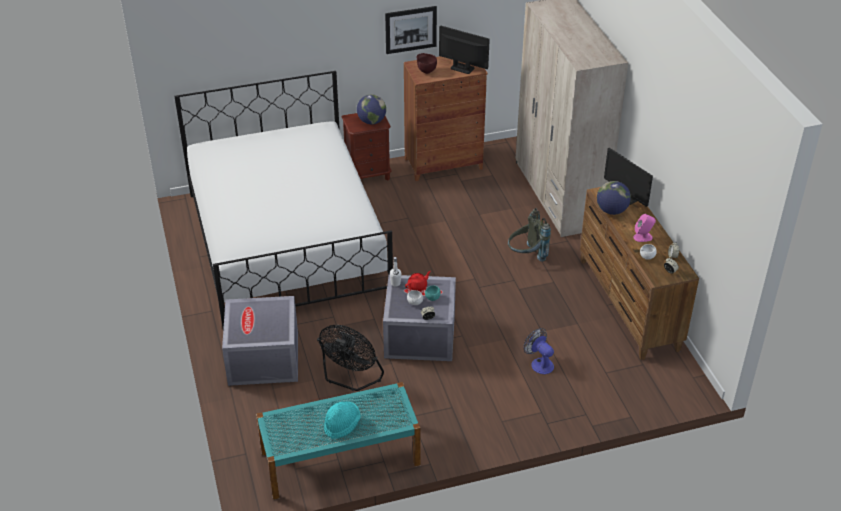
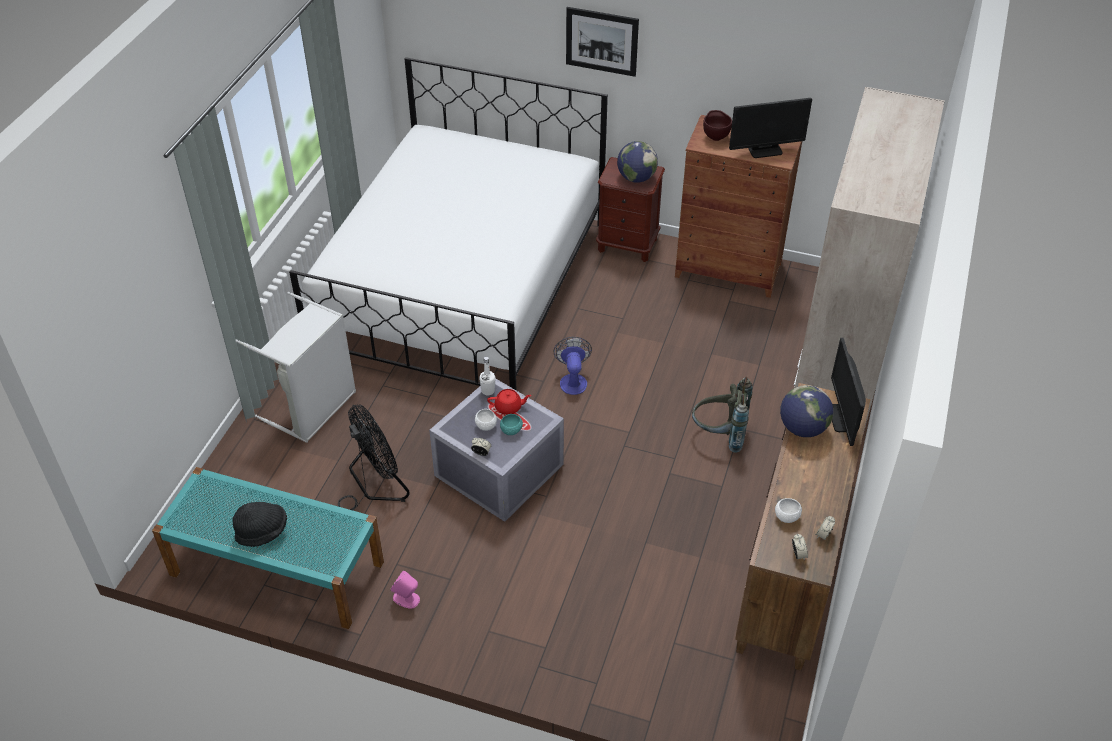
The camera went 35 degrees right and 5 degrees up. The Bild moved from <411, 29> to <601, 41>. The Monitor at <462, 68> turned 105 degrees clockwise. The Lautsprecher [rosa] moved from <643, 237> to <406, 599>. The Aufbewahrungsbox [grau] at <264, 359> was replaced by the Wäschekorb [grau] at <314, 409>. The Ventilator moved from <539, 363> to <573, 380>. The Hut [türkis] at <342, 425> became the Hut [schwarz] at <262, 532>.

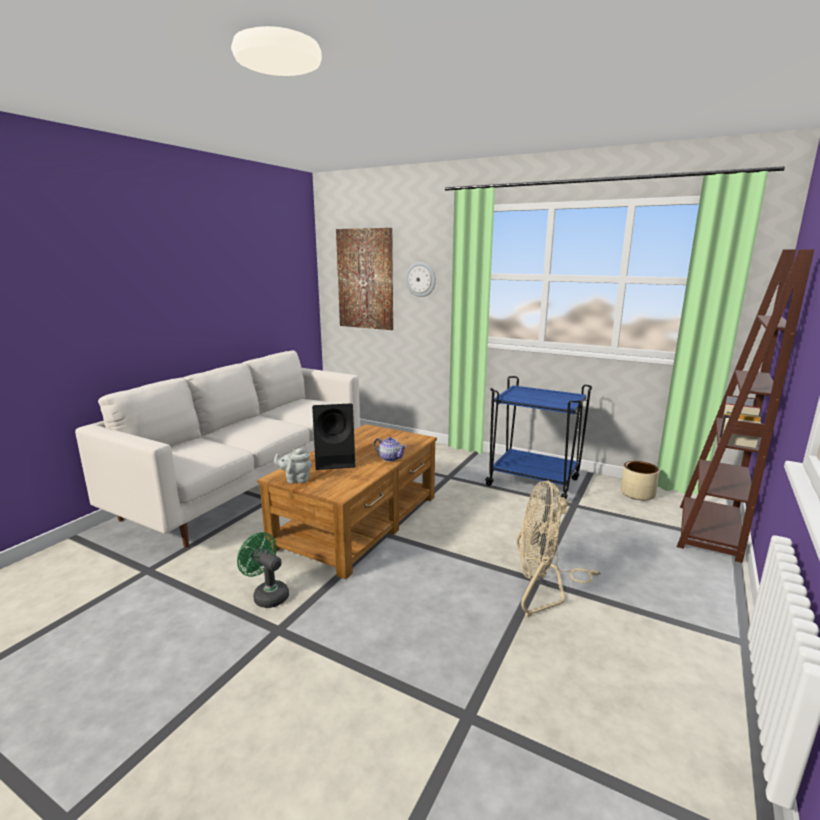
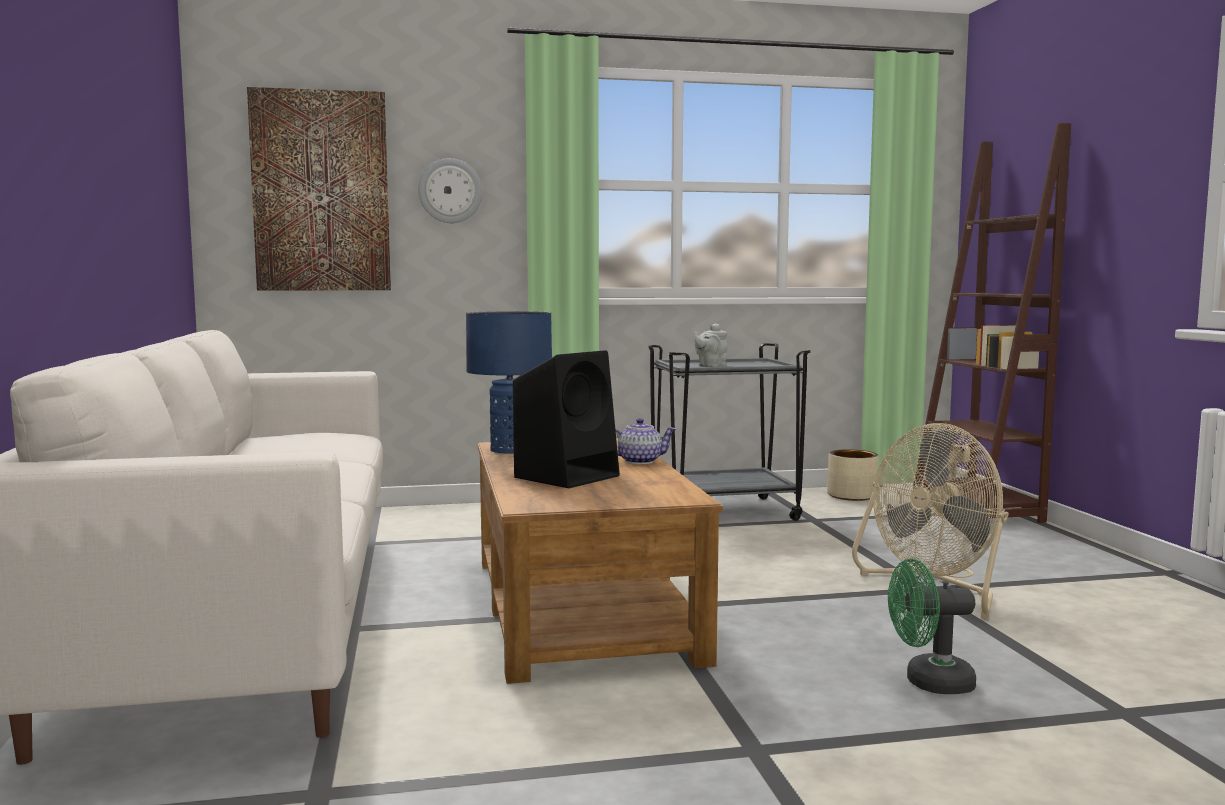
The camera went 40 degrees left and 10 degrees down. The Rollwagen [blau] at <534, 482> became the Rollwagen [grau] at <724, 511>. The Teekanne [grau] moved from <296, 480> to <710, 367>. The Ventilator [grün] moved from <267, 595> to <929, 683>. The Tischlampe [blau] at <510, 449> appeared.

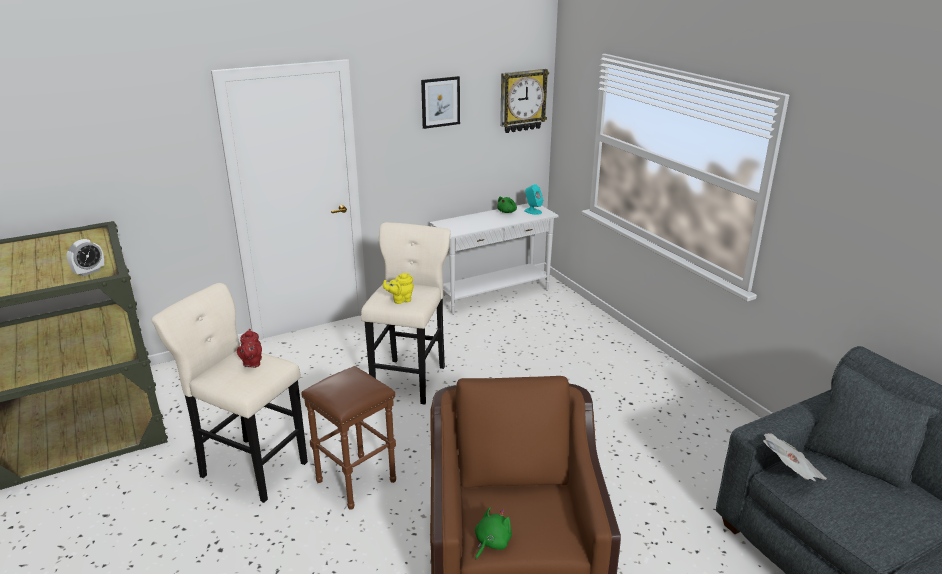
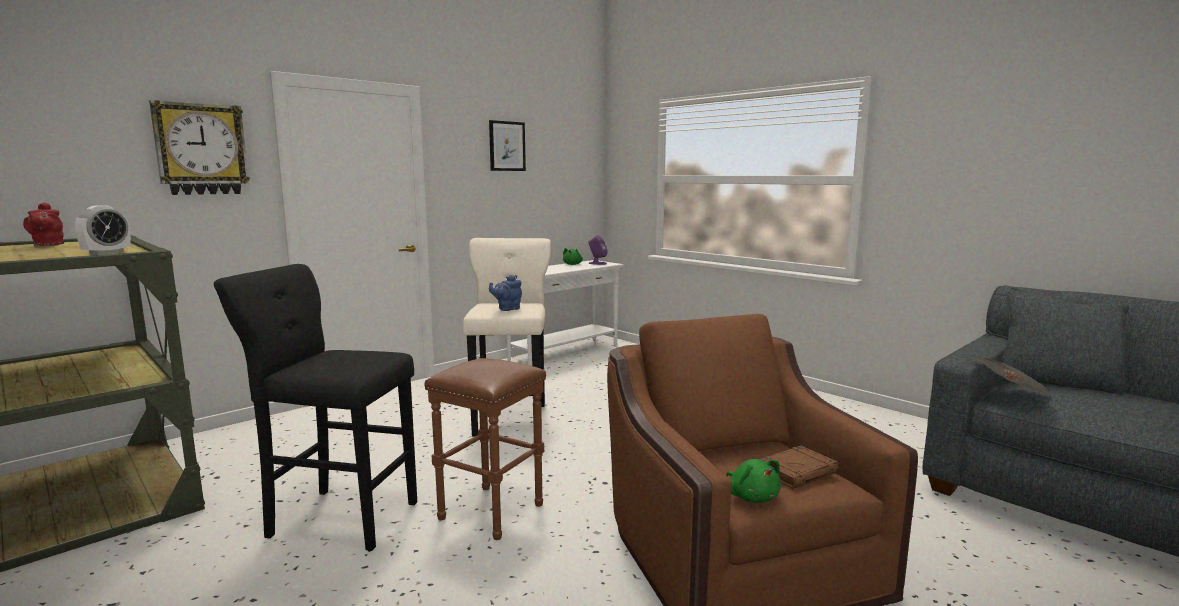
The camera went 15 degrees left and 15 degrees down. The Wanduhr moved from <522, 100> to <201, 149>. The Lautsprecher [türkis] at <532, 211> became the Lautsprecher [lila] at <597, 263>. The Teekanne [gelb] at <400, 300> became the Teekanne [blau] at <507, 309>. The Hocker [beige] at <250, 467> became the Hocker [schwarz] at <338, 518>. The Teekanne [rot] moved from <252, 363> to <48, 245>. The Plüschtier [grün] at <491, 542> turned 135 degrees clockwise. The Buch [braun] at <797, 472> appeared.

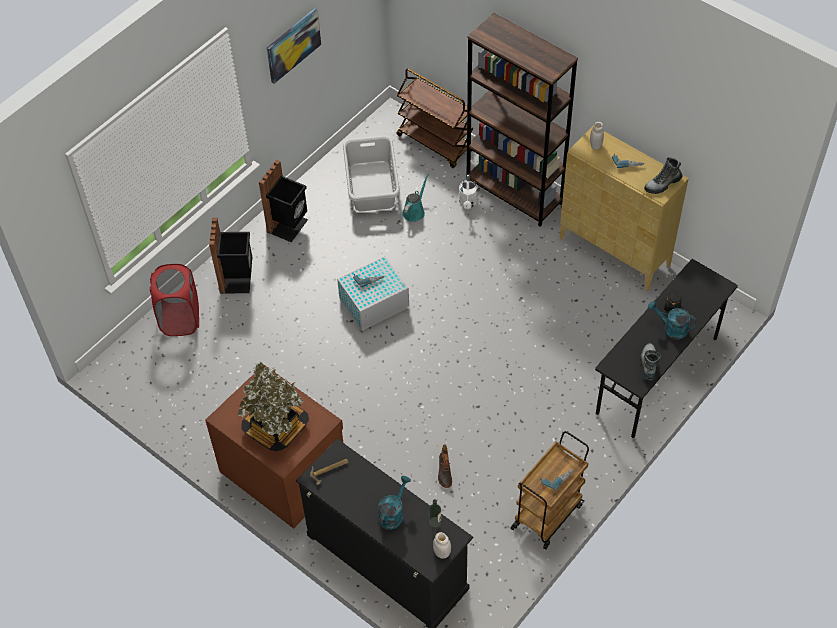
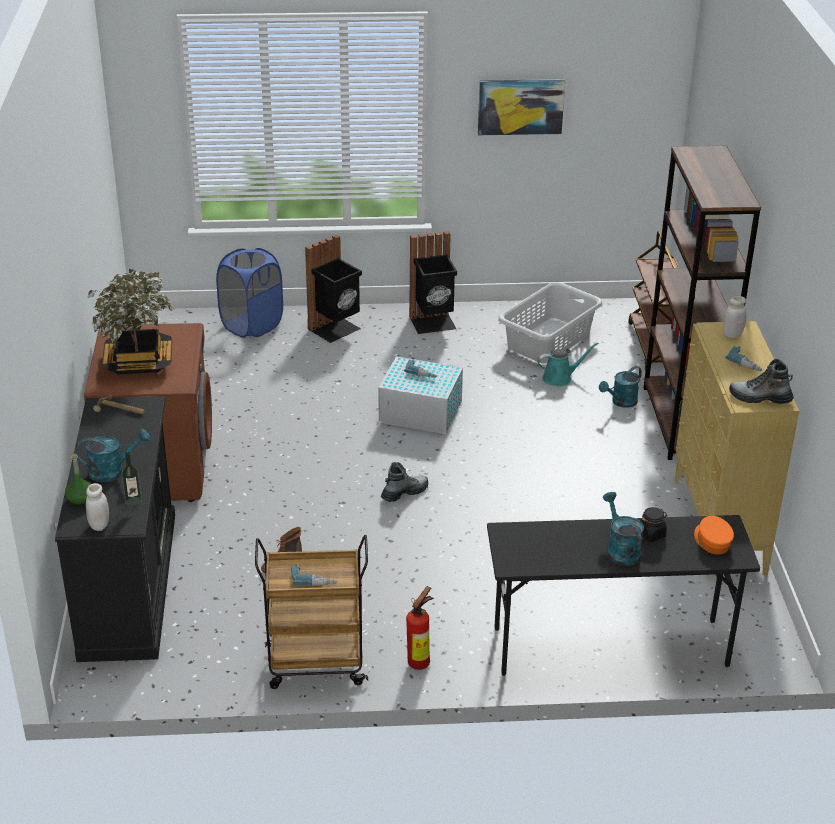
The camera went 45 degrees right and 20 degrees down. The Gießkanne [weiß] at <468, 203> became the Gießkanne [türkis] at <621, 402>. The Wäschekorb [rot] at <180, 319> became the Wäschekorb [blau] at <252, 325>. The Stiefel moved from <648, 364> to <404, 493>. The Flasche [grün] at <81, 499> appeared. The Kappe [orange] at <712, 541> appeared. The Feuerlöscher at <421, 661> appeared.

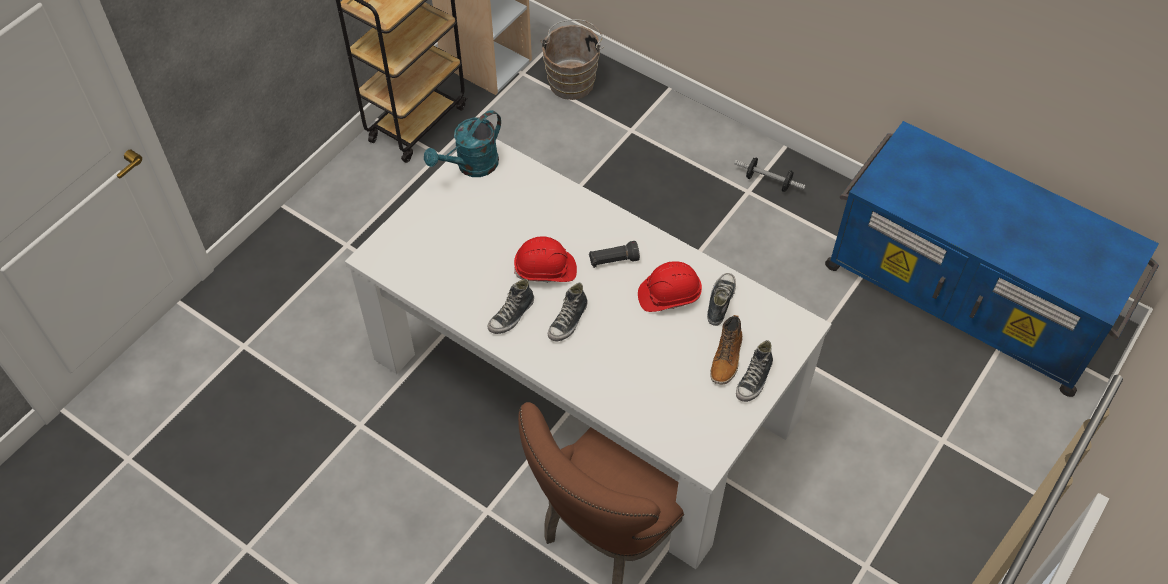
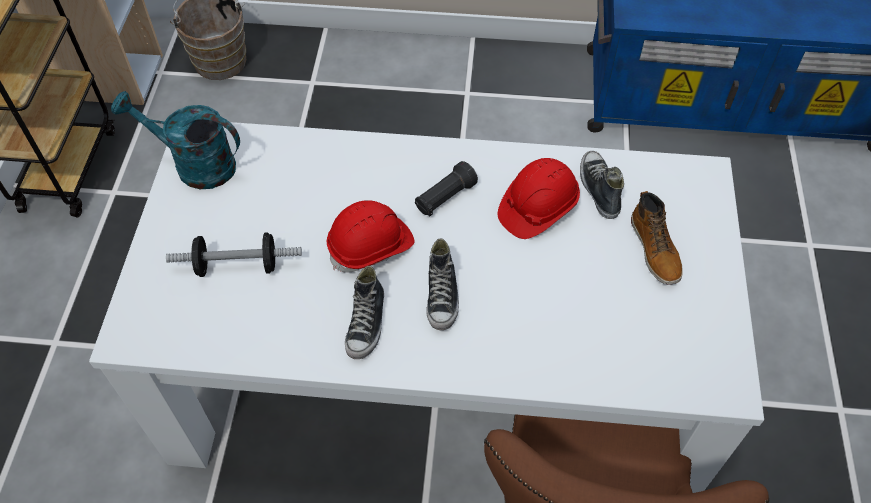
The camera went 30 degrees left and 0 degrees up. The Gießkanne [türkis] at <471, 166> turned 90 degrees clockwise. The Hantel moved from <768, 181> to <238, 266>. The Schuh at <754, 380> disappeared.

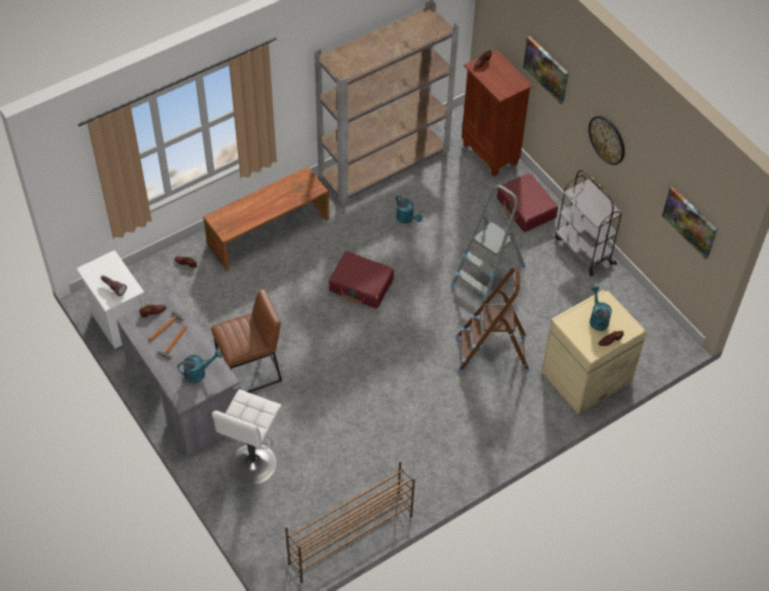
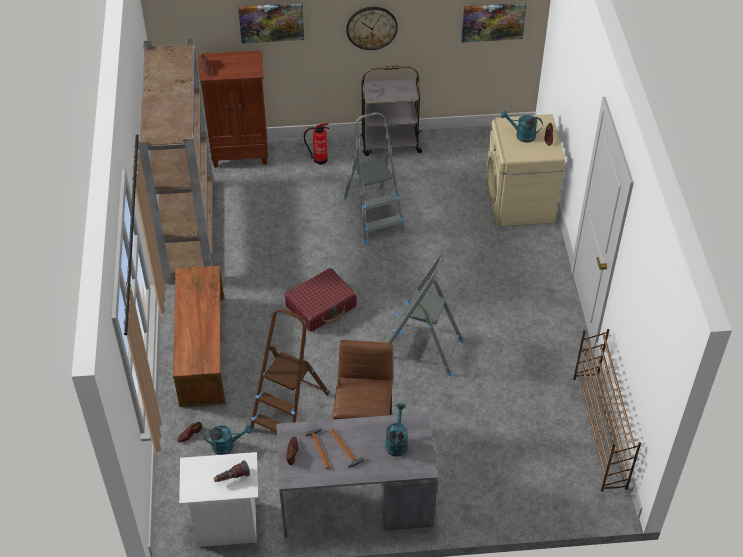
The camera went 60 degrees left and 5 degrees down. The Koffer [rot] at <526, 208> was replaced by the Feuerlöscher at <319, 159>. The Gießkanne [türkis] moved from <407, 219> to <227, 445>. The Trittleiter [braun] moved from <491, 353> to <289, 413>. The Hocker [weiß] at <252, 464> disappeared. The Trittleiter [grau] at <420, 348> appeared.

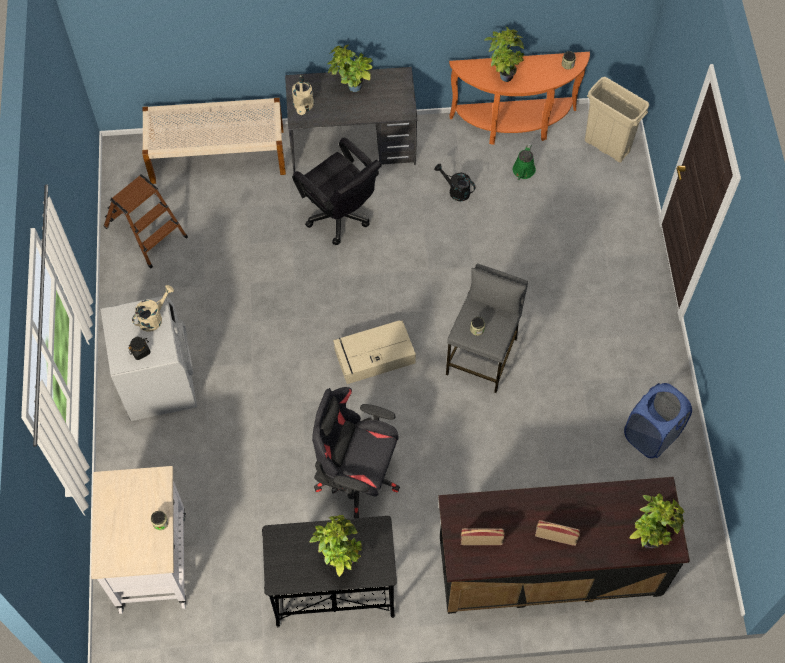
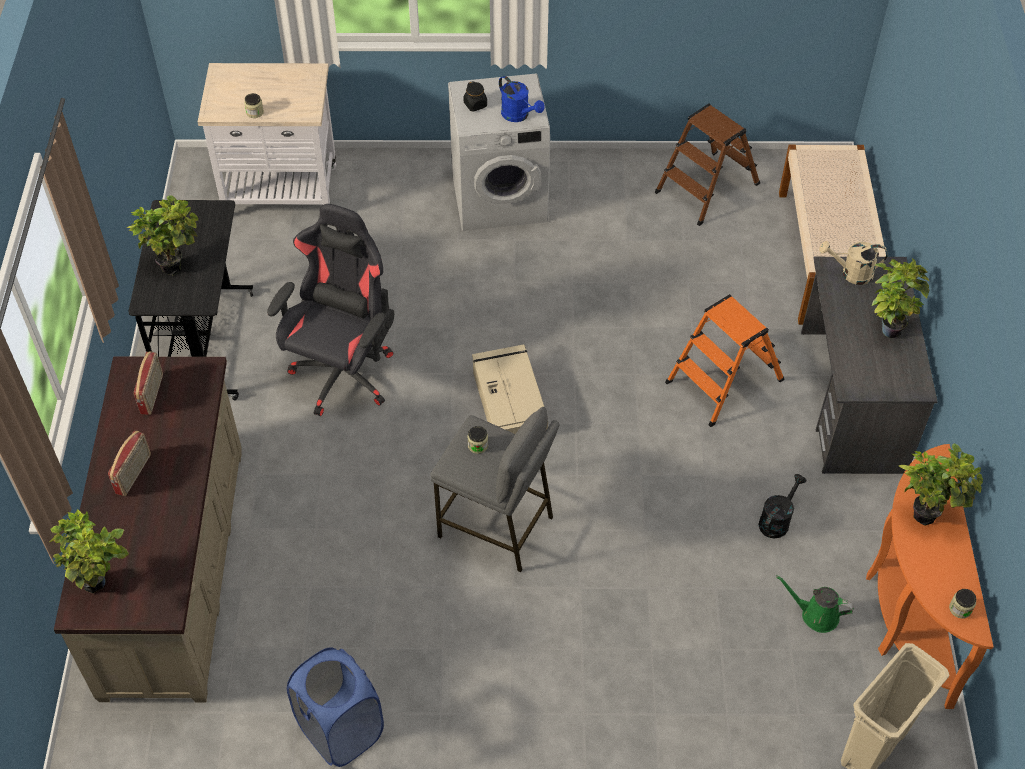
The camera went 95 degrees right and 10 degrees down. The Bürostuhl [schwarz] at <341, 220> was replaced by the Trittleiter [orange] at <724, 381>. The Gießkanne [beige] at <154, 317> became the Gießkanne [blau] at <519, 115>. The Schrank [schwarz] at <548, 567> became the Schrank [beige] at <176, 569>.

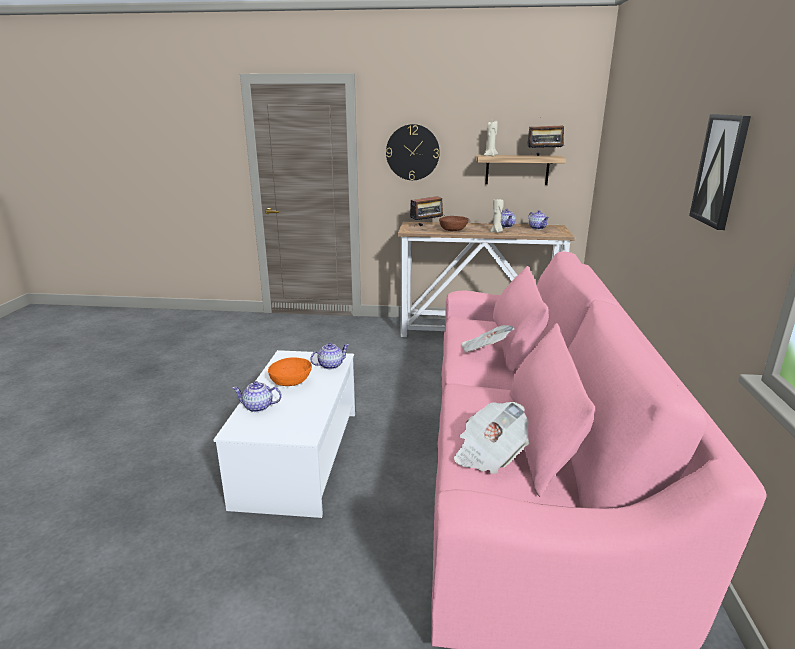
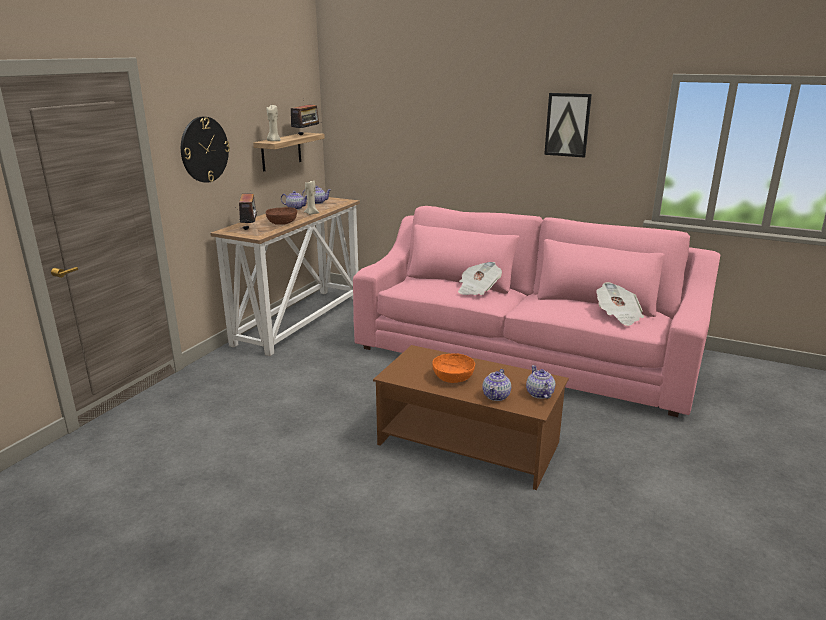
The camera went 70 degrees left and 0 degrees up. The Teekanne moved from <330, 365> to <539, 394>. The Couchtisch [weiß] at <299, 457> became the Couchtisch [braun] at <469, 443>.

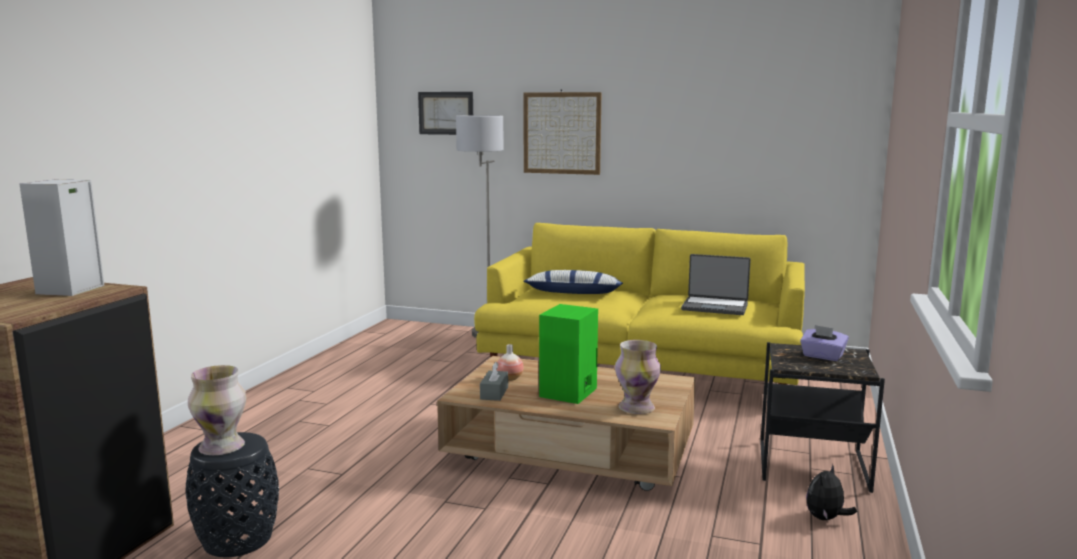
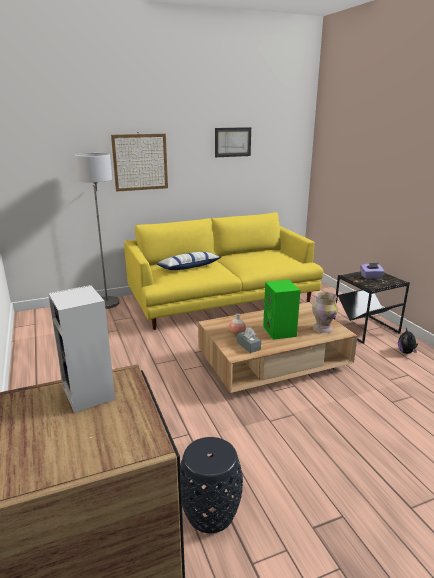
The camera went 40 degrees left and 10 degrees up. The Bild moved from <446, 113> to <232, 142>. The Laptop at <715, 307> disappeared. The Vase at <222, 448> disappeared.

